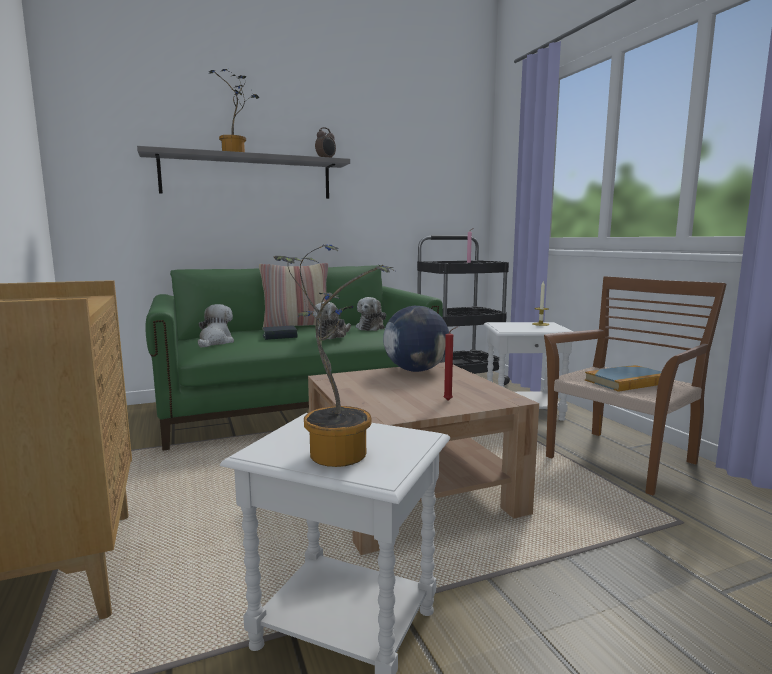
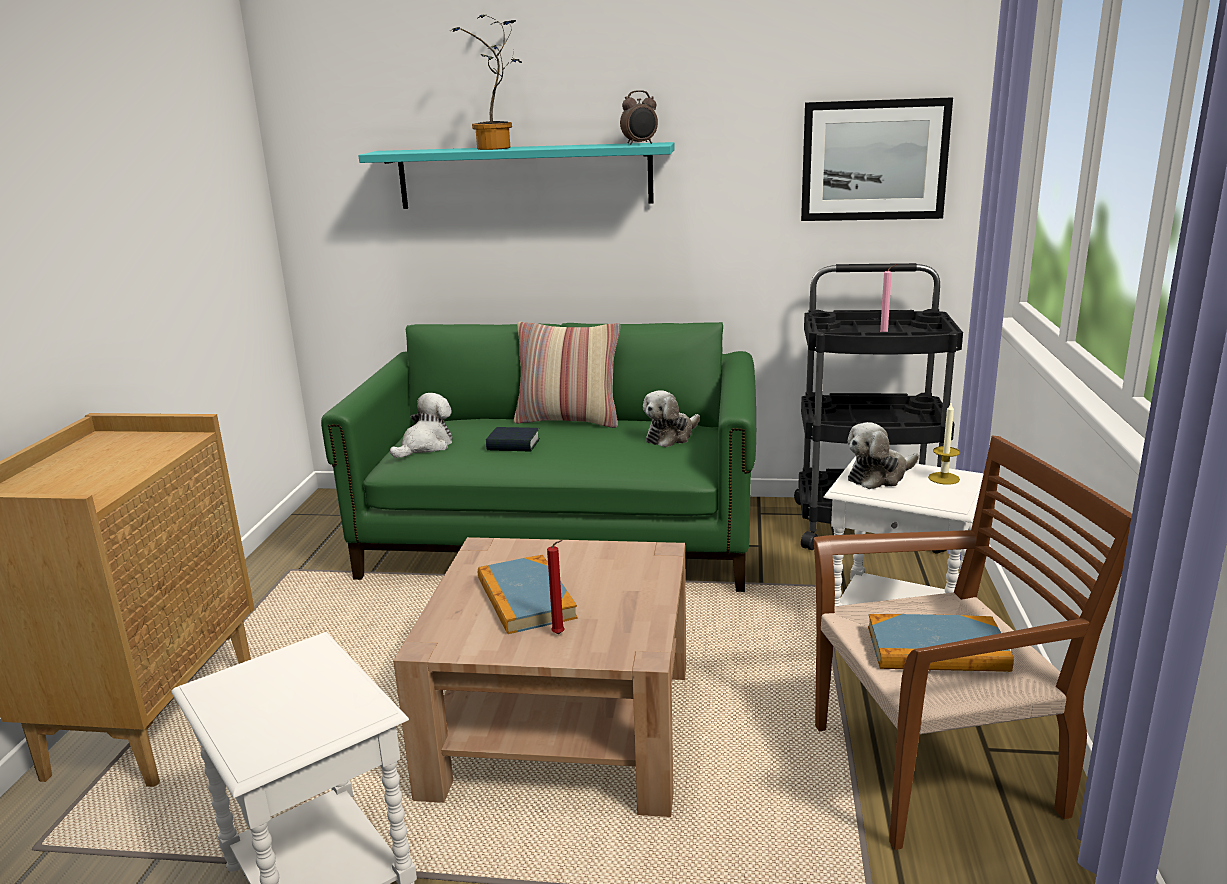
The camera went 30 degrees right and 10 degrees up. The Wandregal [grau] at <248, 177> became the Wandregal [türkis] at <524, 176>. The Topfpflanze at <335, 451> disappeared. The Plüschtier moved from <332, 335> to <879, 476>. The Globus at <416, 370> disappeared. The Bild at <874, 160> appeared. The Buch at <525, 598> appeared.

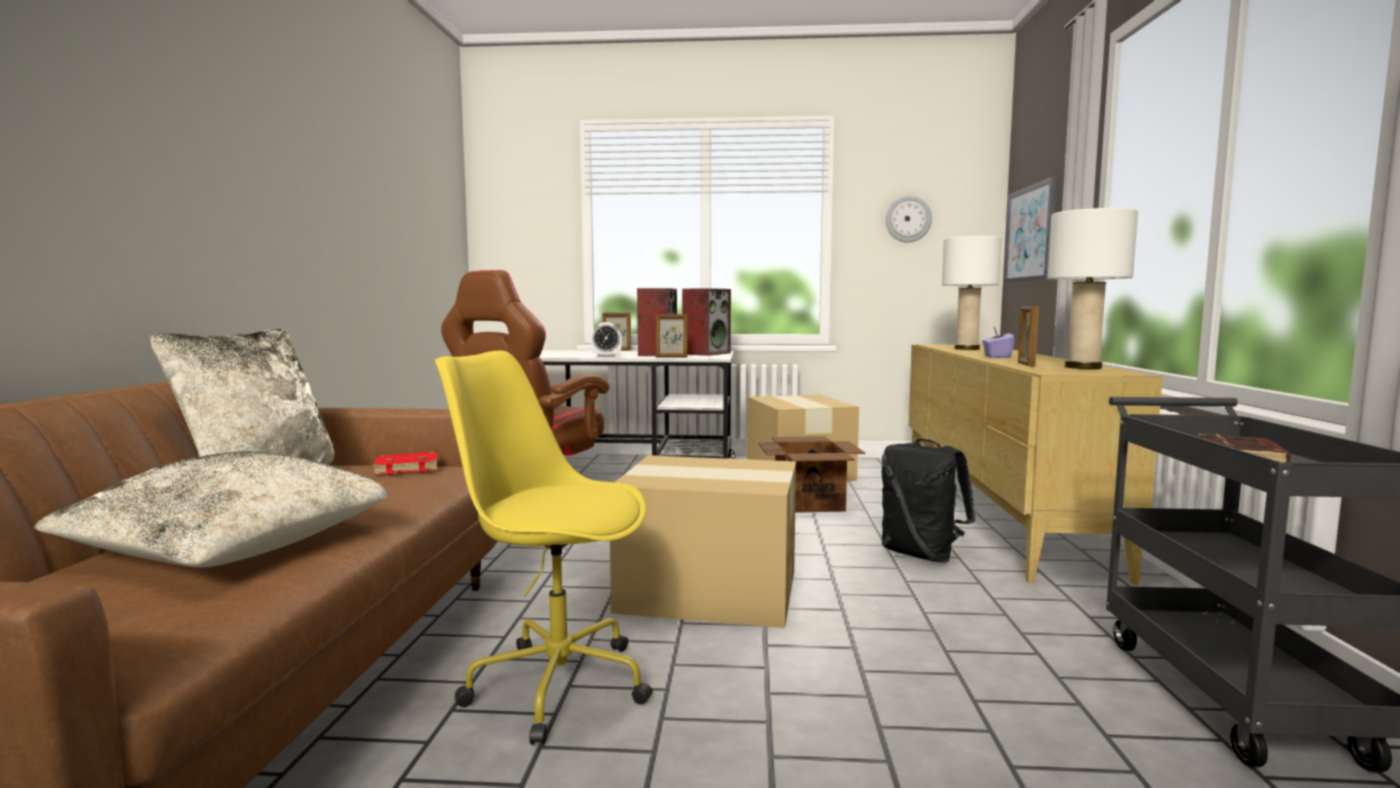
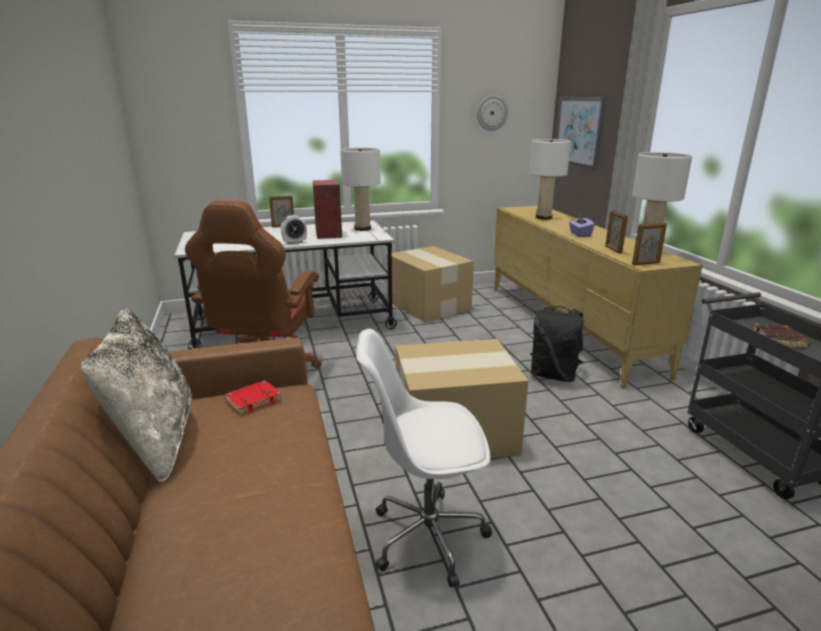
The camera went 20 degrees left and 15 degrees up. The Lautsprecher at <706, 353> was replaced by the Tischlampe [weiß] at <362, 228>. The Bilderrahmen moved from <671, 357> to <646, 264>. The Bürostuhl [gelb] at <555, 686> became the Bürostuhl [weiß] at <425, 537>. The Karton at <809, 503> disappeared. The Kissen [beige] at <234, 543> disappeared.

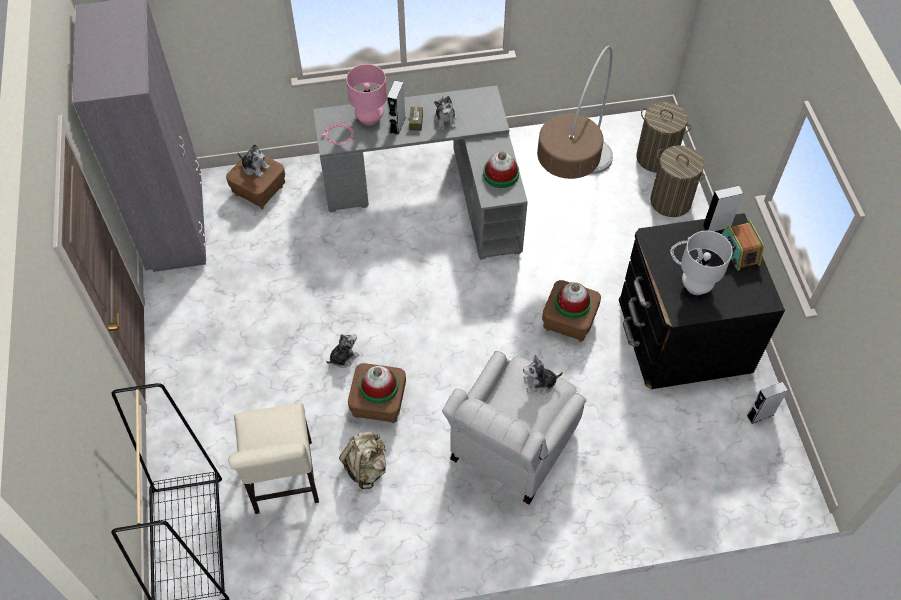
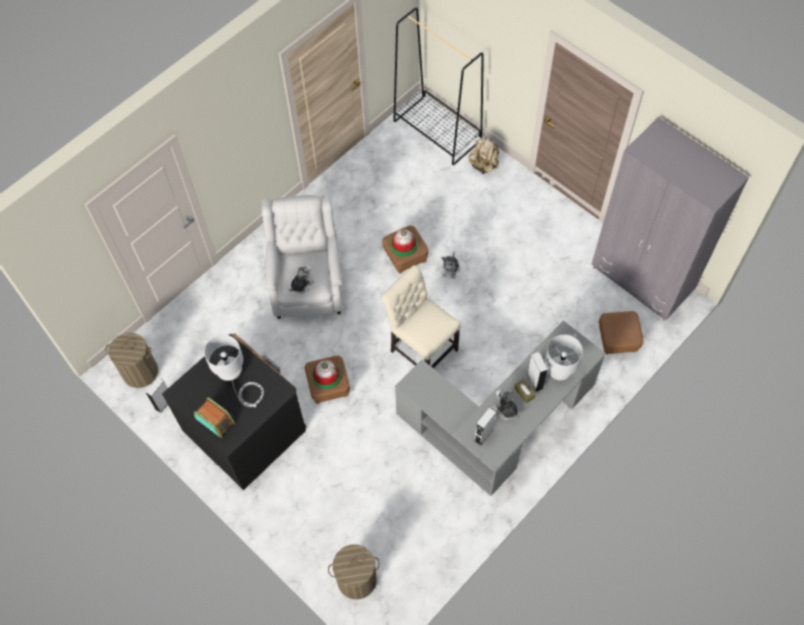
The camera went 145 degrees right and 5 degrees up. The Stehlampe at <571, 201> disappeared. The Tischlampe [rosa] at <357, 124> became the Tischlampe [grau] at <562, 361>. The Plüschtier at <255, 168> disappeared. The Wäschekorb moved from <670, 201> to <140, 372>. The Hut at <501, 174> disappeared. The Lautsprecher [grau] moved from <716, 226> to <483, 435>. The Stuhl [beige] moved from <283, 482> to <421, 347>. The Rucksack [beige] moved from <366, 467> to <483, 165>.

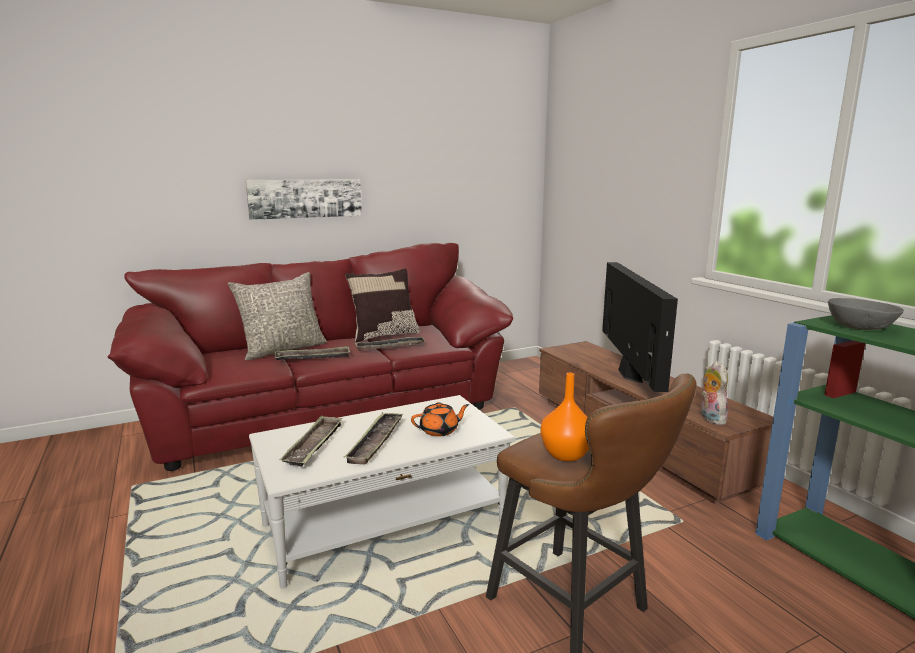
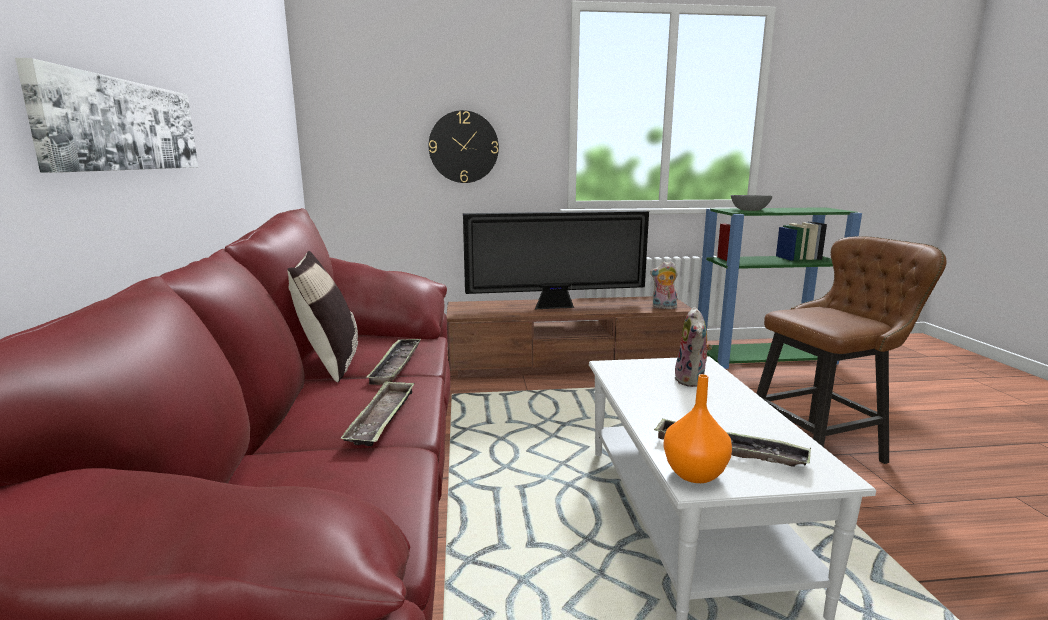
The camera went 70 degrees left and 0 degrees up. The Fernseher at <629, 374> turned 150 degrees clockwise. The Kissen [grau] at <282, 349> disappeared. The Vase [orange] moved from <567, 454> to <694, 473>. The Teekanne [orange] at <440, 431> was replaced by the Plüschtier at <692, 380>. The Tablett at <376, 441> disappeared. The Wanduhr at <463, 147> appeared.

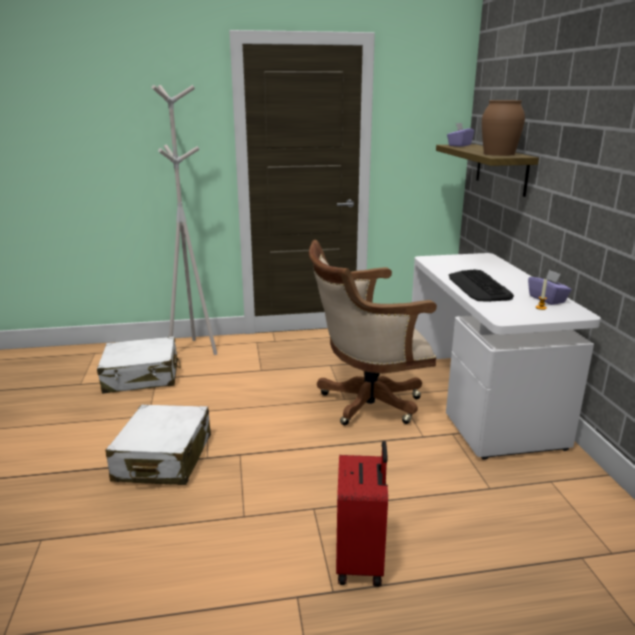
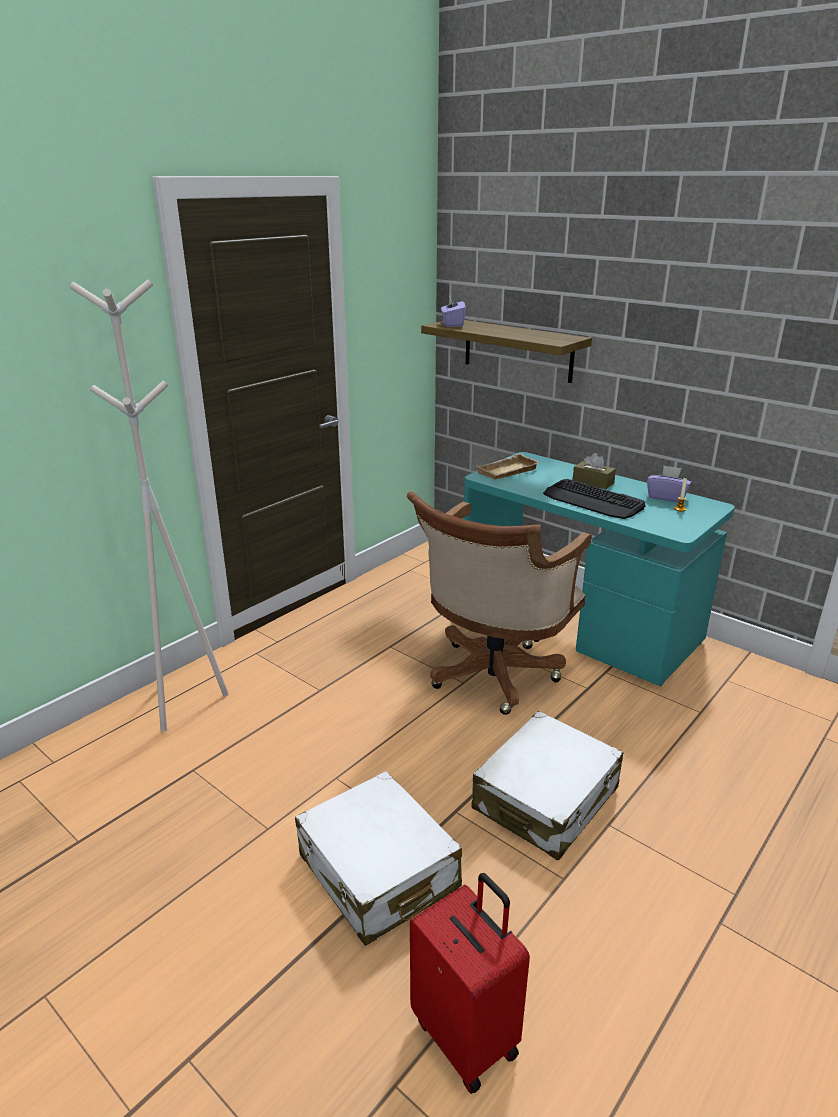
The camera went 40 degrees left and 5 degrees up. The Vase [braun] at <499, 154> disappeared. The Schreibtisch [weiß] at <480, 400> became the Schreibtisch [türkis] at <579, 623>. The Koffer [weiß] moved from <142, 377> to <546, 799>. The Koffer [rot] moved from <361, 561> to <467, 1035>. The Tablett [beige] at <508, 472> appeared. The Taschentuchbox [braun] at <593, 482> appeared.

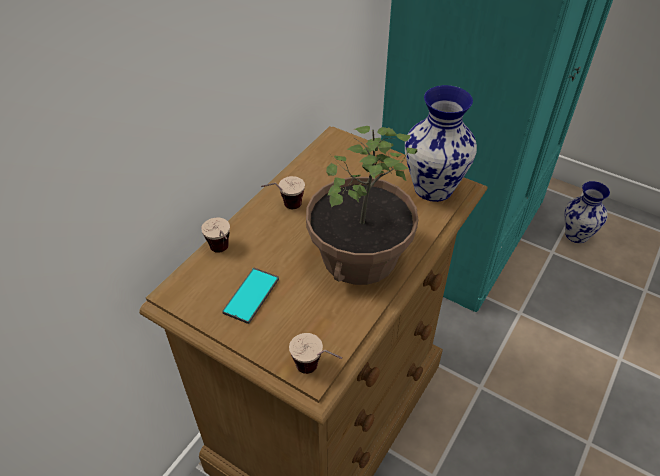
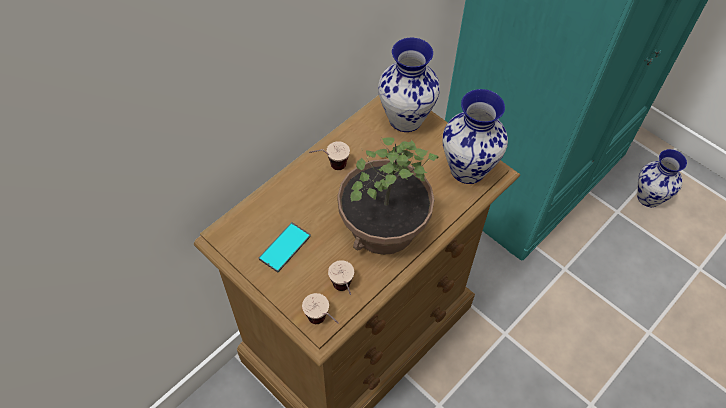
The camera went 10 degrees right and 10 degrees up. The Tasse moved from <223, 253> to <344, 292>. The Vase at <404, 119> appeared.

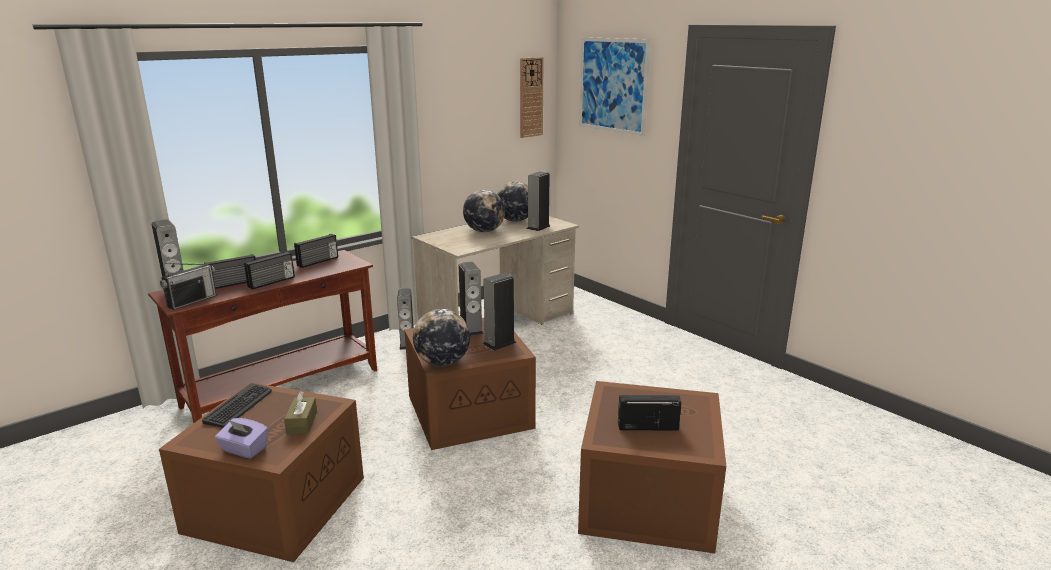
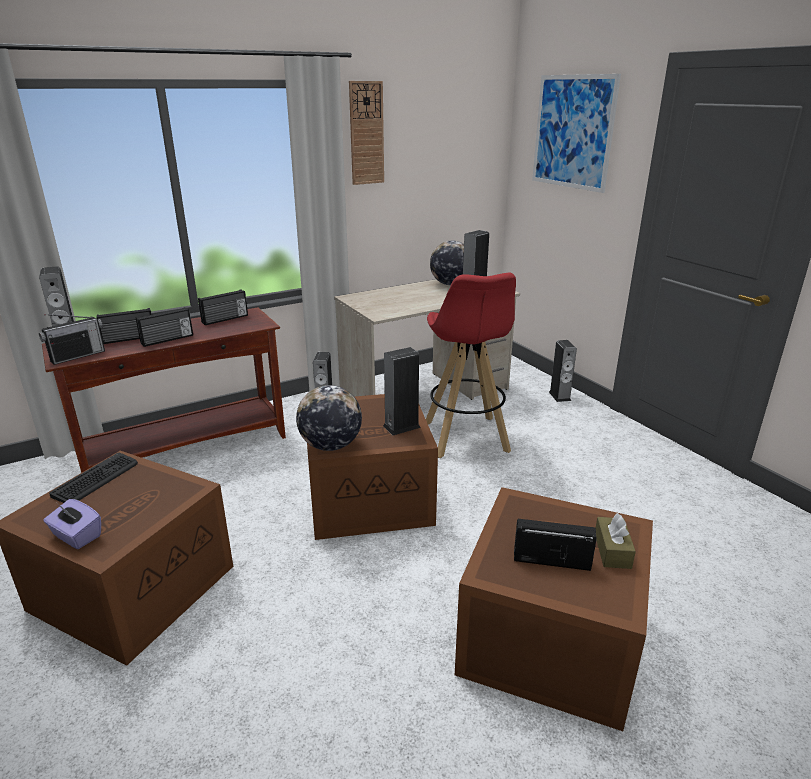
The camera went 10 degrees right and 5 degrees up. The Wanduhr moved from <531, 97> to <366, 133>. The Globus at <484, 231> disappeared. The Lautsprecher moved from <471, 329> to <559, 396>. The Taschentuchbox [braun] moved from <302, 422> to <612, 550>. The Hocker [rot] at <465, 438> appeared.

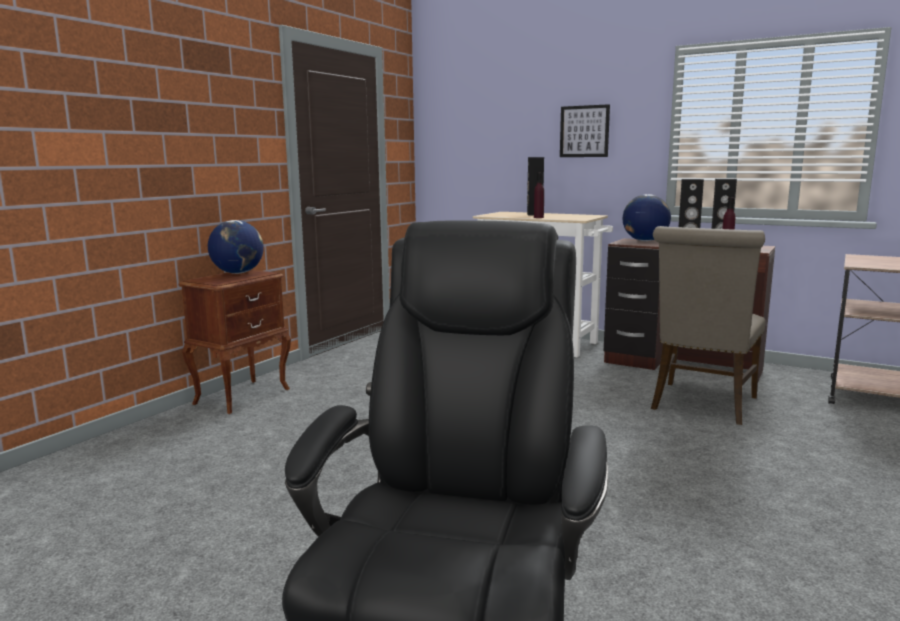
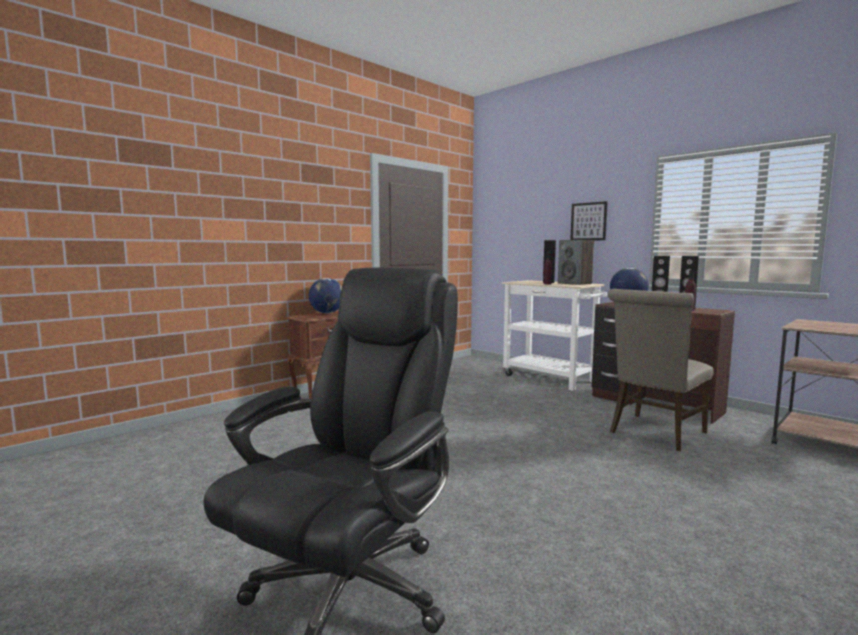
The camera went 15 degrees right and 5 degrees down. The Lautsprecher at <575, 283> appeared.

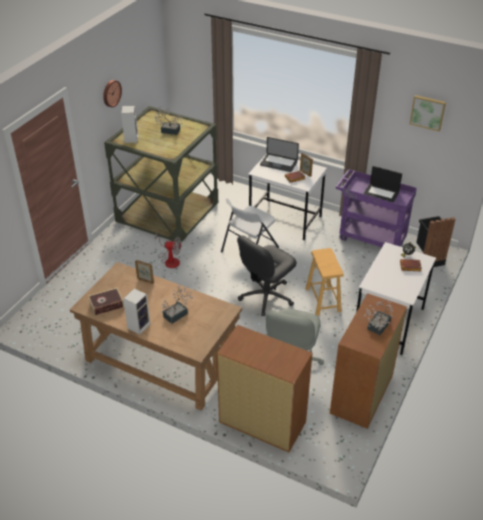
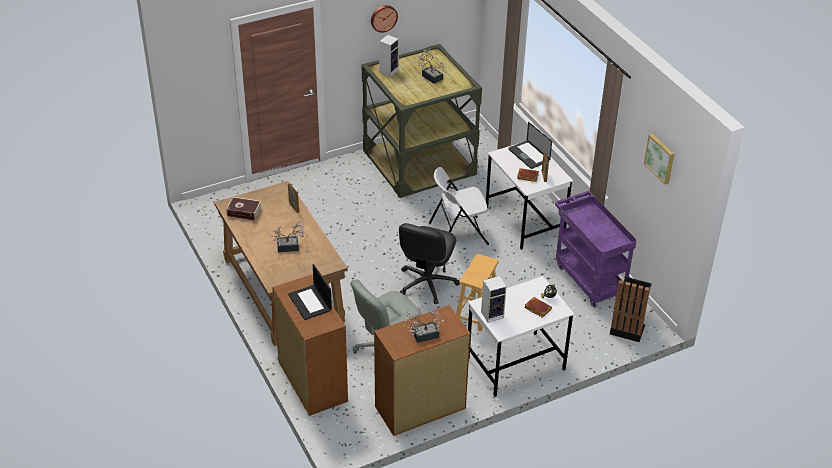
The camera went 35 degrees right and 0 degrees up. The Laptop moved from <381, 193> to <310, 302>. The Ventilator at <170, 260> disappeared. The Bürostuhl [schwarz] at <266, 296> turned 60 degrees counterclockwise. The Lautsprecher moved from <139, 325> to <493, 314>.

